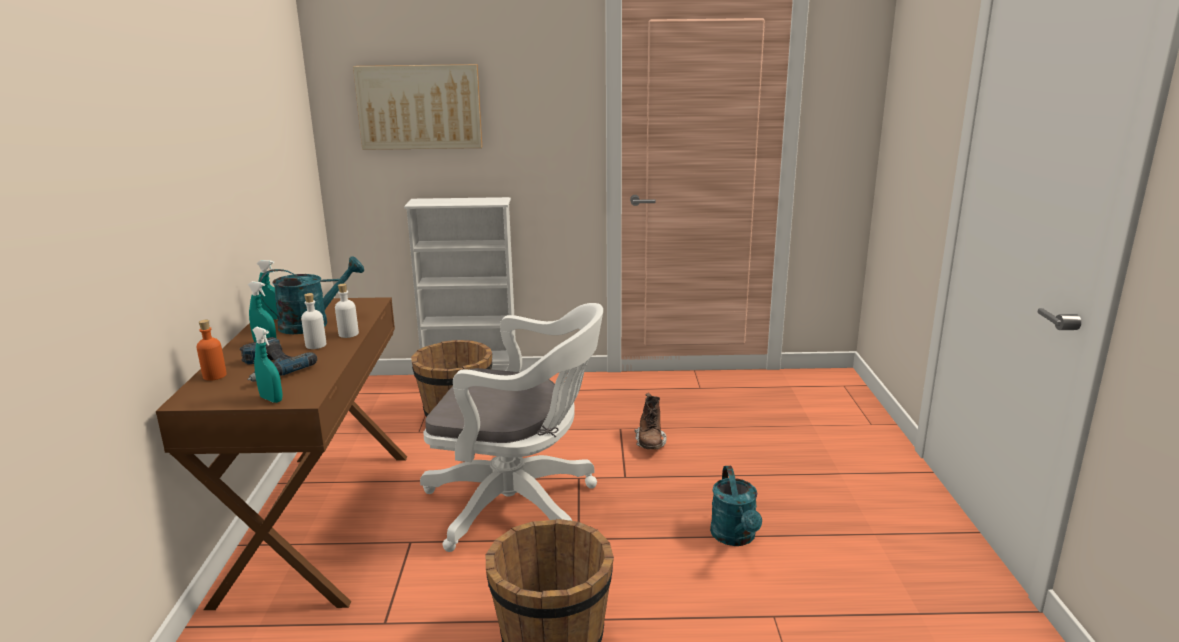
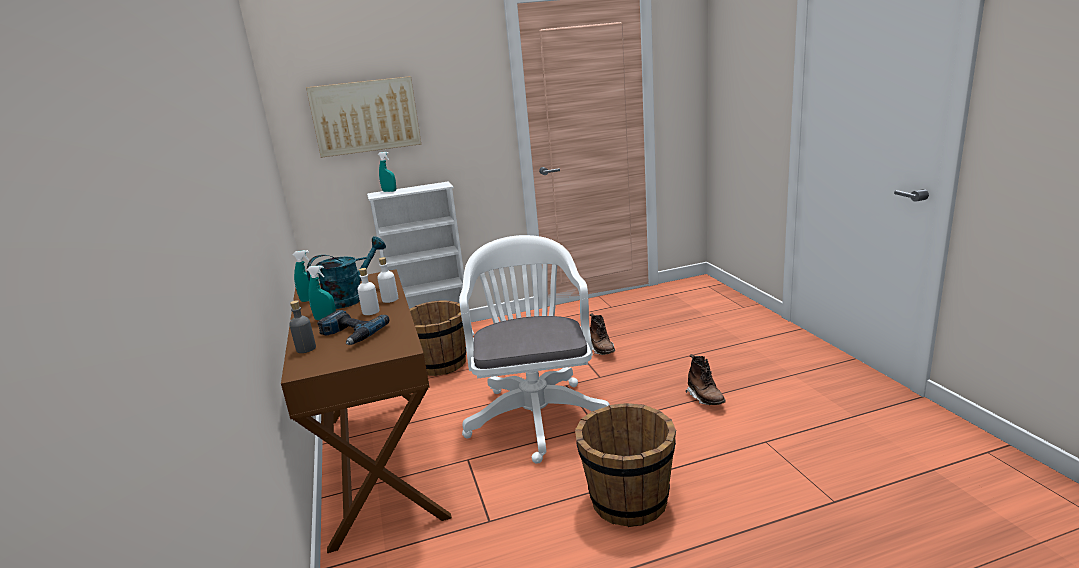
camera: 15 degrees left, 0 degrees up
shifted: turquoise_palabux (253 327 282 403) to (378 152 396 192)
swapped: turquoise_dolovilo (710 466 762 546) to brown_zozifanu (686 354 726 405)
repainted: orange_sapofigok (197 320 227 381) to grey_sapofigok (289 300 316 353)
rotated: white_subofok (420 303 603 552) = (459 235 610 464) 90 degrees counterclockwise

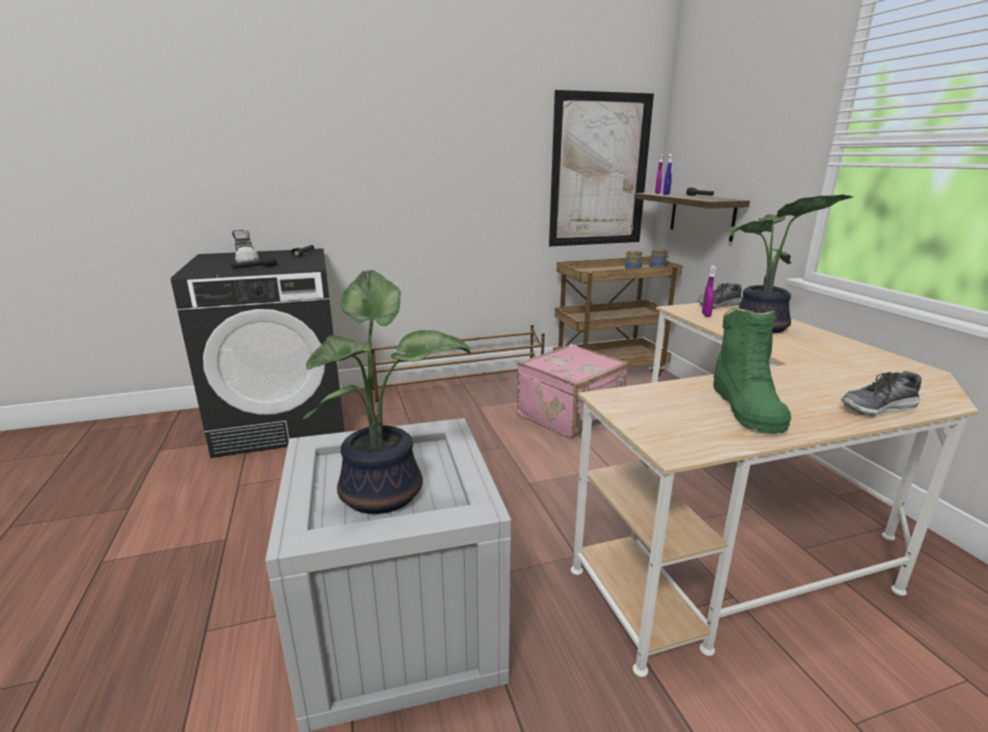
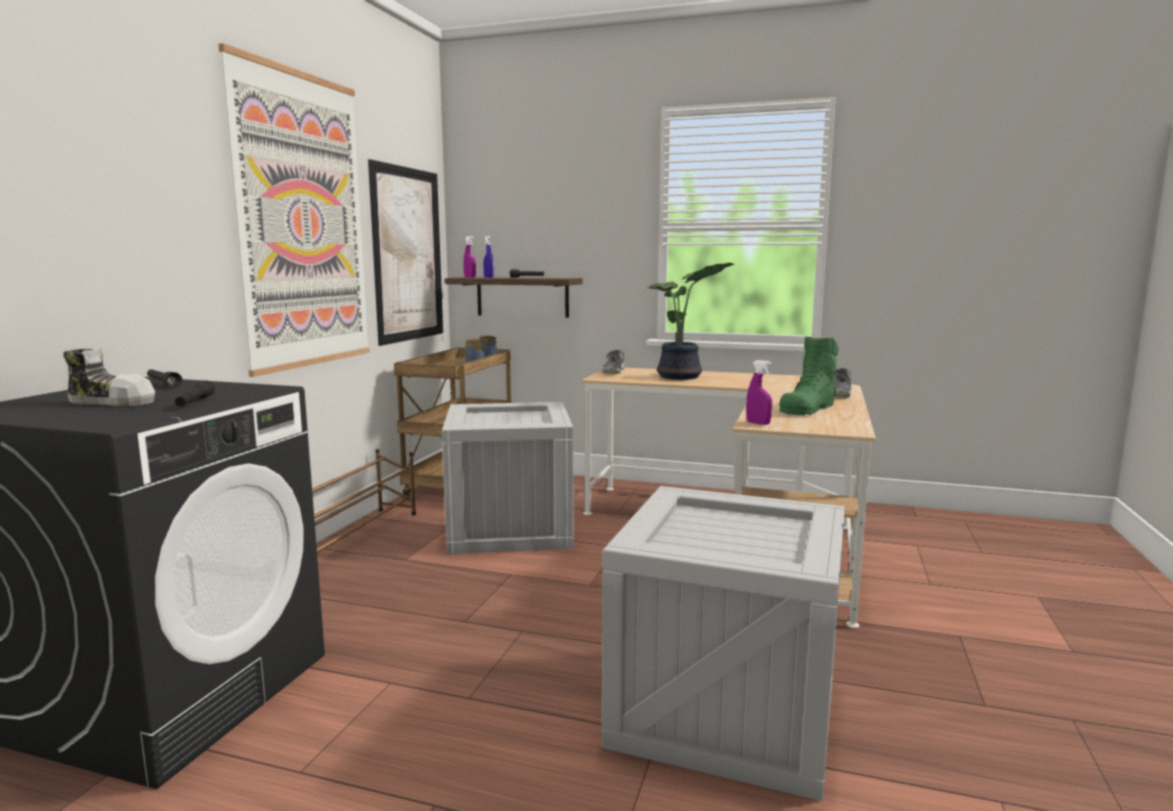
camera: 55 degrees left, 10 degrees down
gone: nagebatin (302 270 471 514)
new: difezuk (219 43 370 377)
shifted: purple_palabux (702 266 716 317) to (746 360 772 425)
swapped: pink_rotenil (517 344 629 438) to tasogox (442 402 574 554)
rotated: green_zozifanu (713 308 791 434) = (779 336 839 415) 90 degrees clockwise

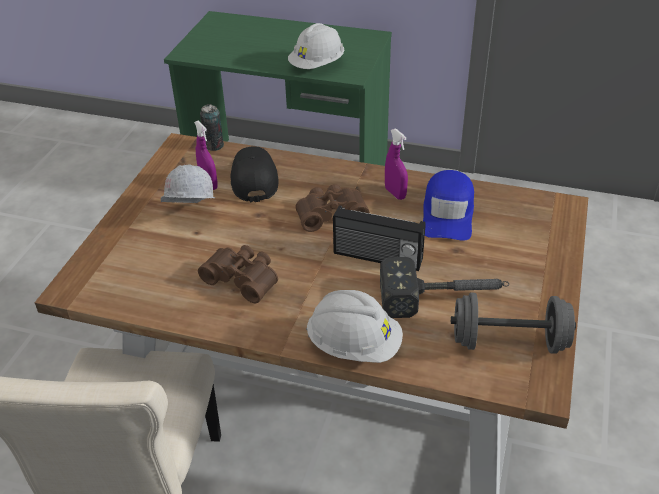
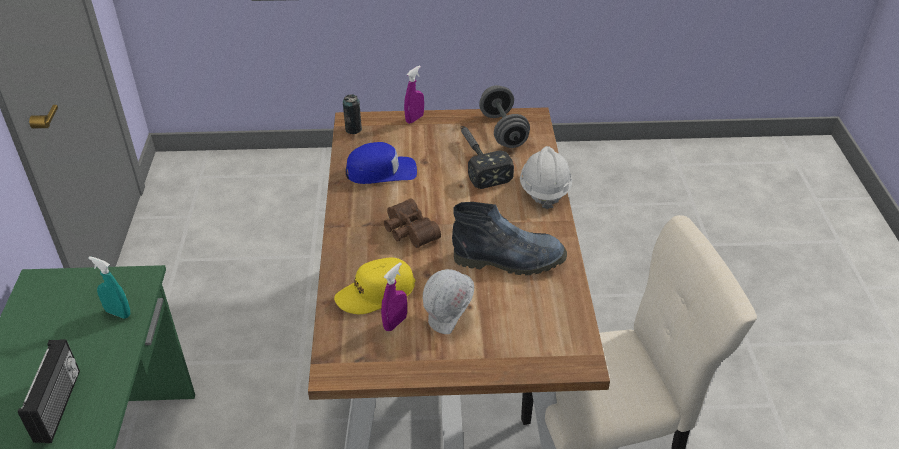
camera: 110 degrees left, 0 degrees up
shifted: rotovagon (200 104 224 151) to (343 94 362 134); purple_palabux (385 128 408 200) to (404 65 424 124); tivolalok (333 205 426 271) to (18 339 80 443)
swapped: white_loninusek (288 23 344 69) to turquoise_palabux (88 256 130 319); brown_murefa (198 245 278 303) to zozifanu (452 202 567 275)
repainted: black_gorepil (231 146 278 203) to yellow_gorepil (334 257 415 314)

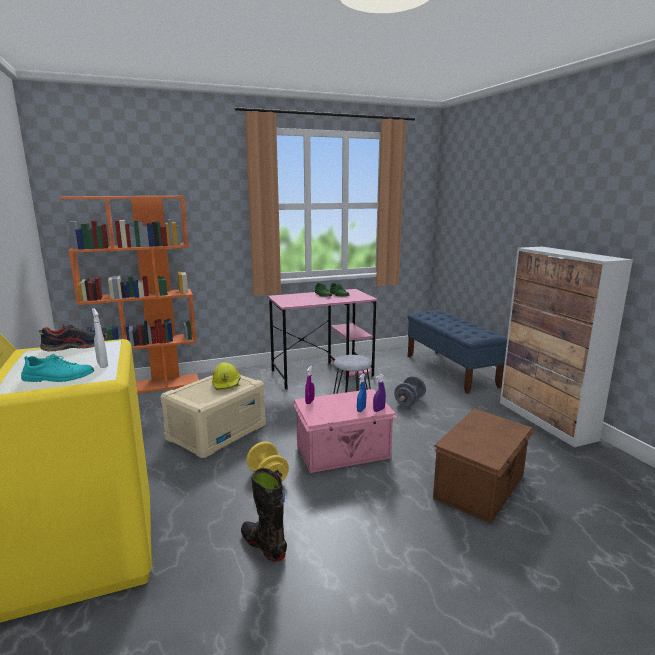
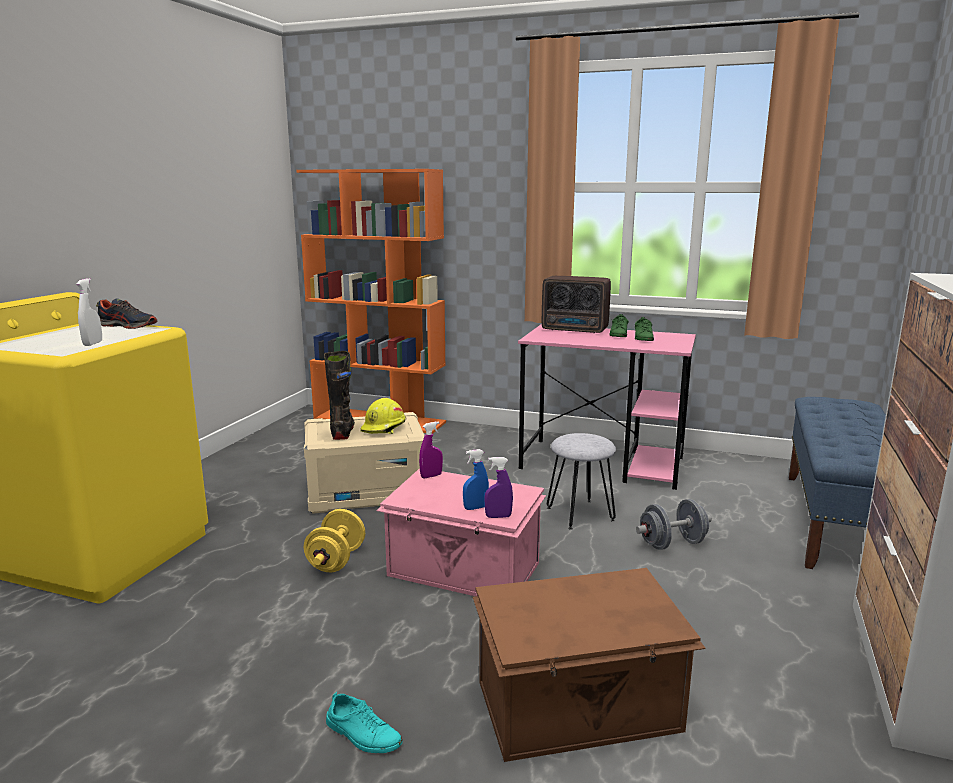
camera: 40 degrees right, 0 degrees up
new: tivolalok (542 276 611 333)
shifted: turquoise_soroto (21 354 94 382) to (326 692 403 753); black_zozifanu (241 468 287 562) to (324 351 355 440)

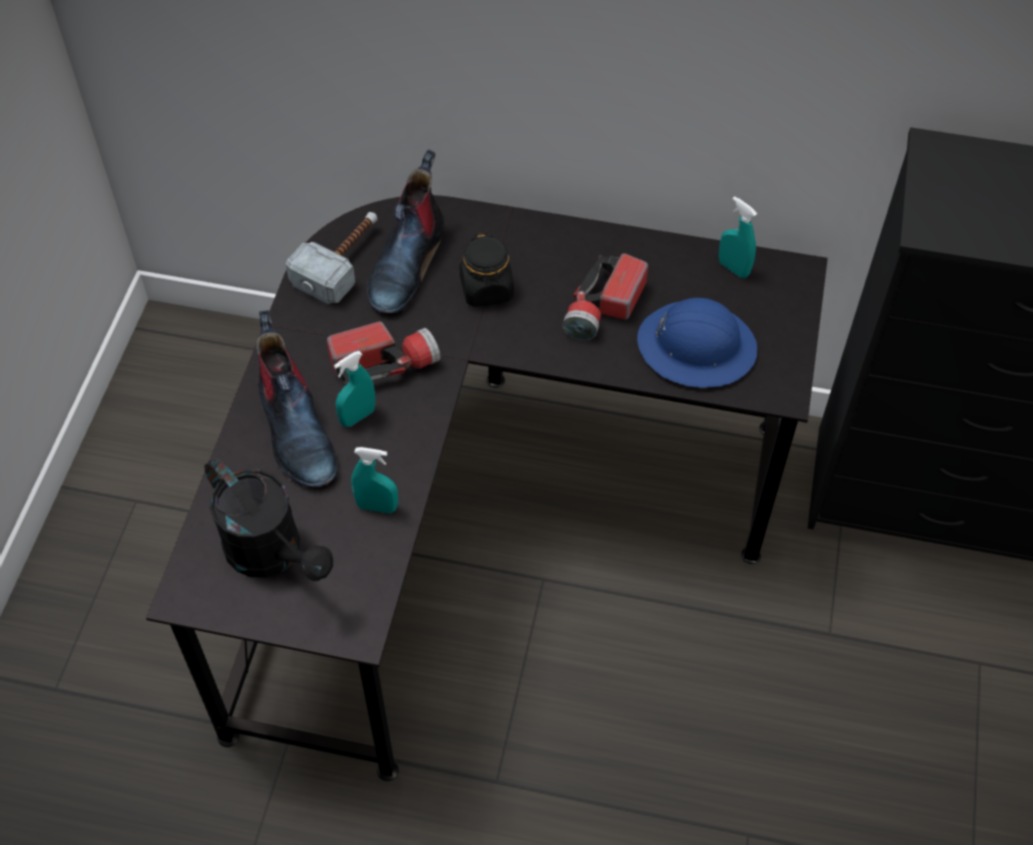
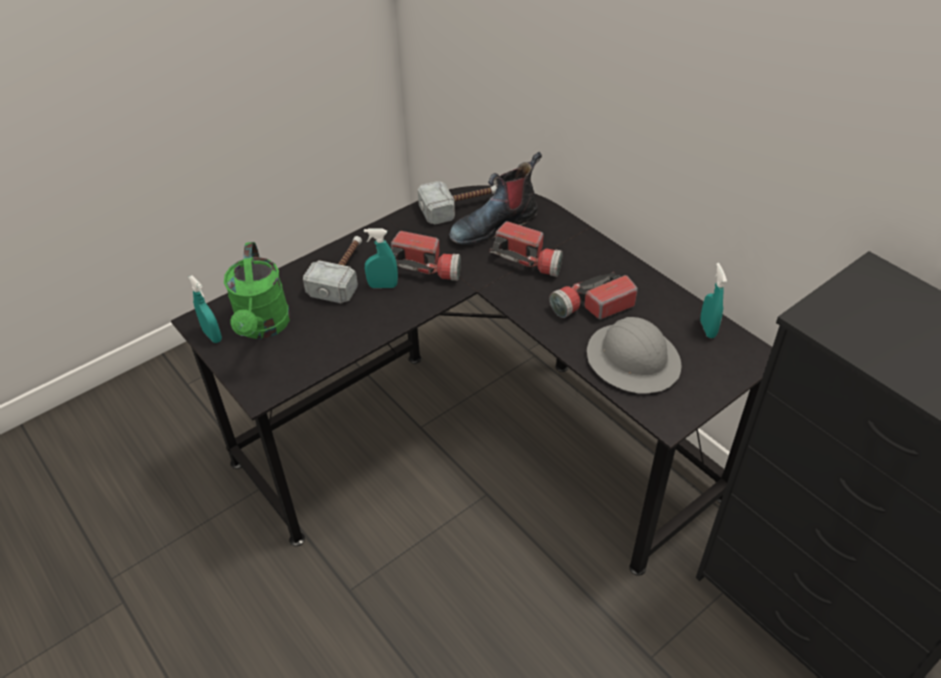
camera: 40 degrees right, 10 degrees down
shifted: turquoise_palabux (351 447 398 513) to (188 275 222 343)
swapped: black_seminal (460 233 514 307) to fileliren (489 221 563 277); zozifanu (256 310 338 488) to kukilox (303 236 362 303)
repainted: blue_loninusek (637 298 757 388) to grey_loninusek (587 317 681 394); black_dolovilo (205 458 333 581) to green_dolovilo (224 242 290 339)

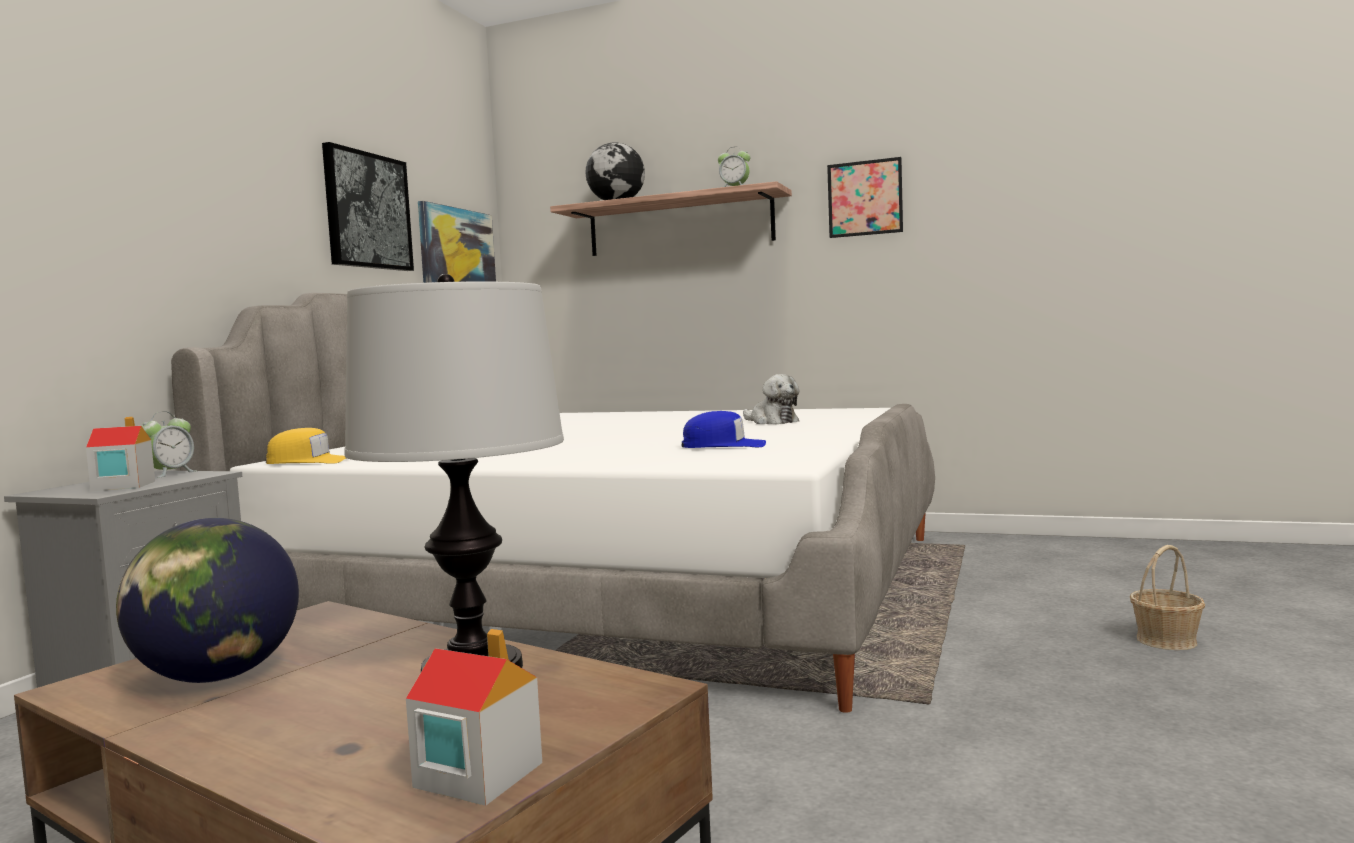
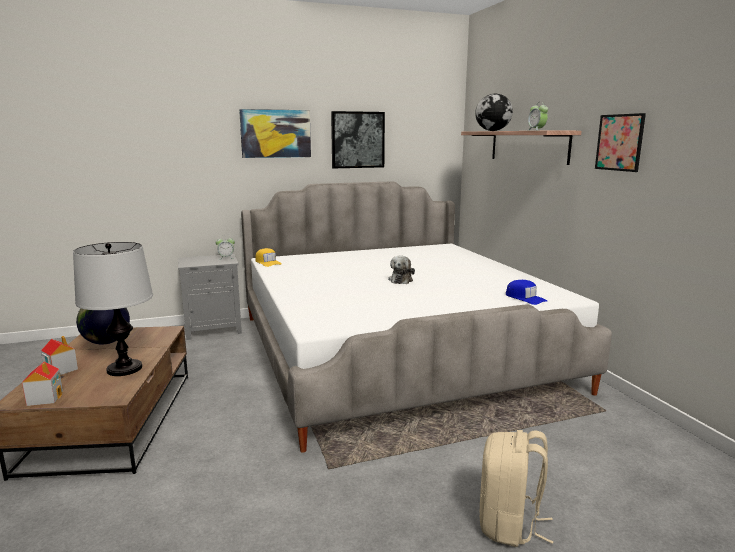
camera: 50 degrees right, 10 degrees up
shifted: difezuk (418 201 496 283) to (239 109 311 158); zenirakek (743 374 800 424) to (388 255 415 284); blue_gorepil (682 411 766 448) to (506 280 547 305); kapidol (86 417 155 491) to (41 336 78 375)
swapped: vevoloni (1130 545 1205 650) to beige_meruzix (479 430 553 547)

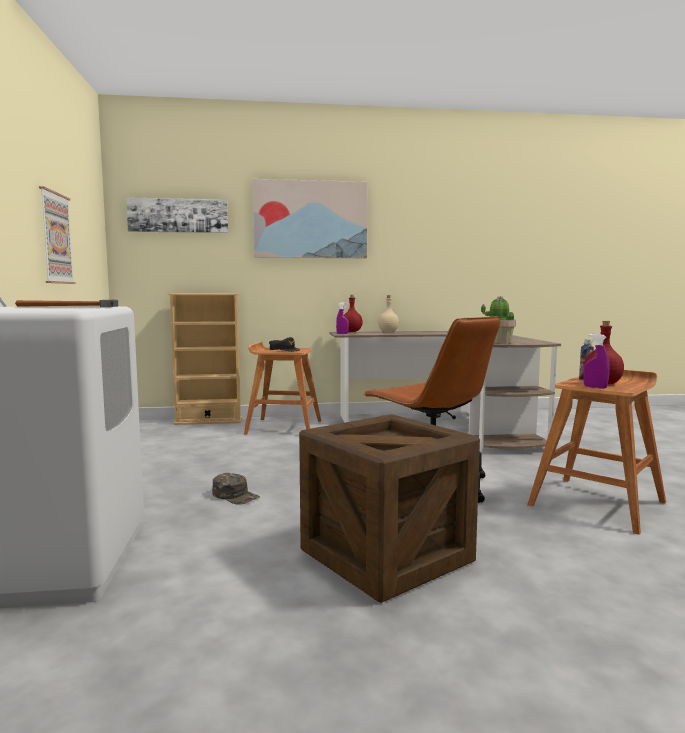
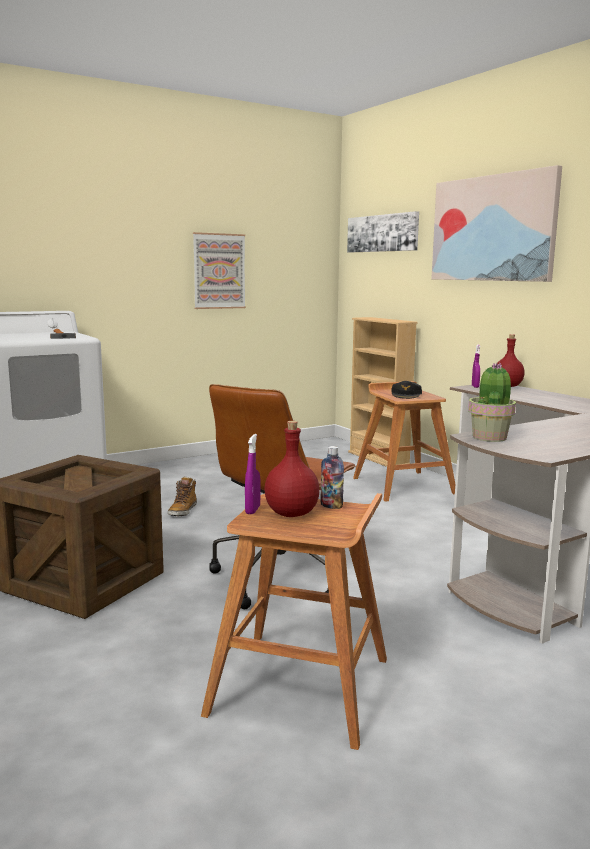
camera: 65 degrees right, 5 degrees up
gone: beige_sapofigok (378 295 399 332)
swapped: green_gorepil (212 473 260 505) to zozifanu (168 476 197 516)

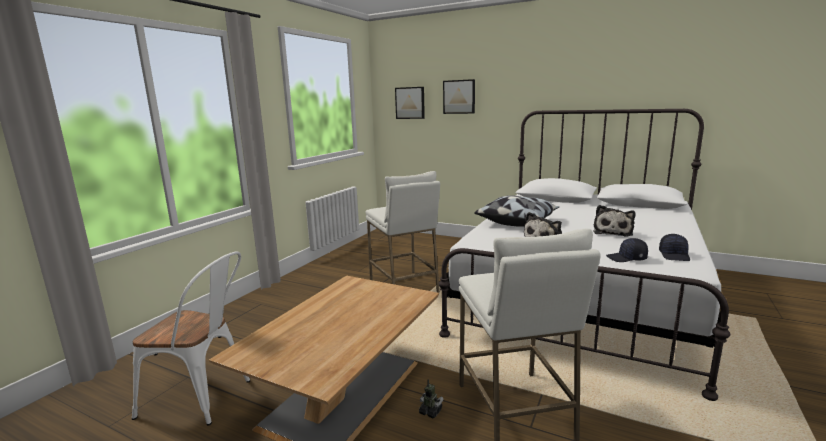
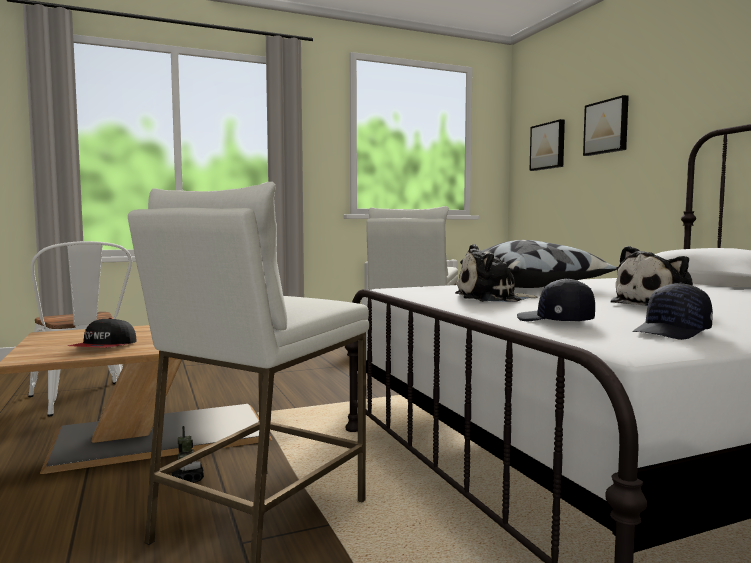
camera: 40 degrees right, 10 degrees down
new: gorepil (68 318 137 347)

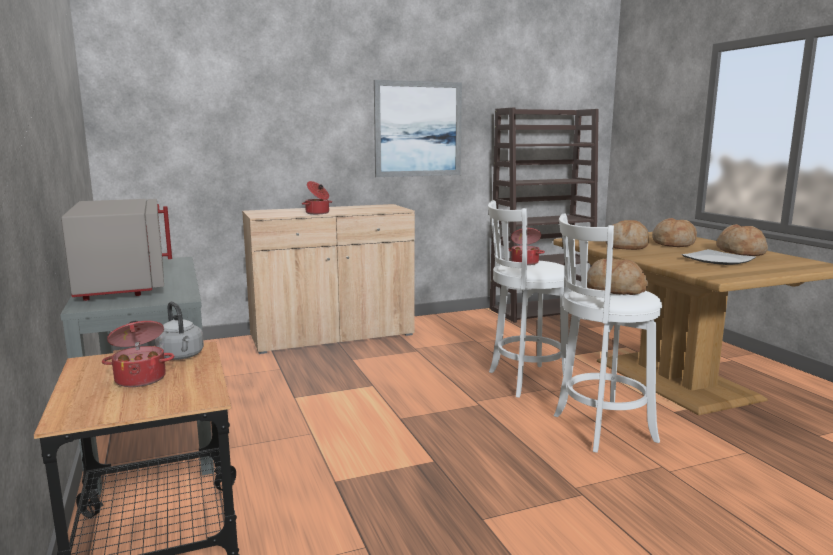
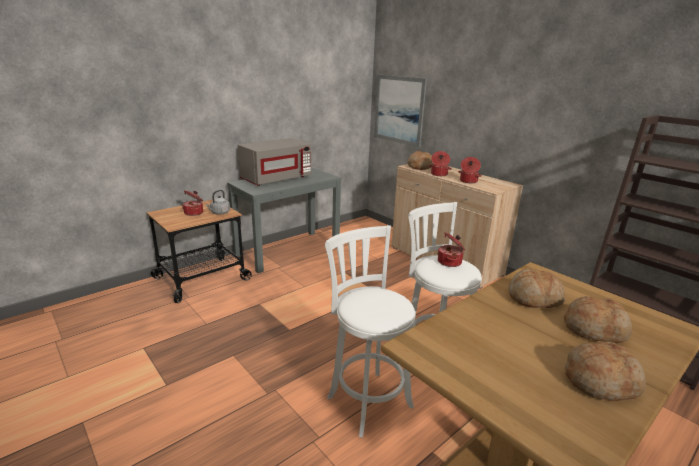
camera: 70 degrees right, 10 degrees up
gone: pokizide (682 249 756 265)
new: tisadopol (458 157 482 183)
shifted: difezuk (374 80 462 177) to (374 74 427 147); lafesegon (587 258 648 295) to (408 151 433 170)

